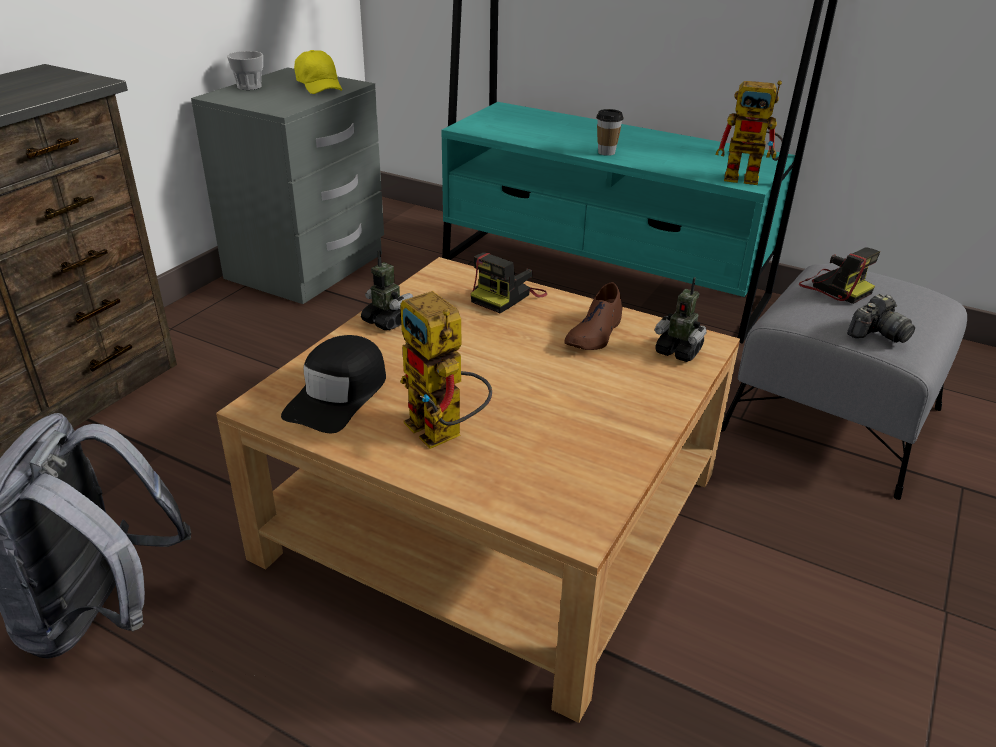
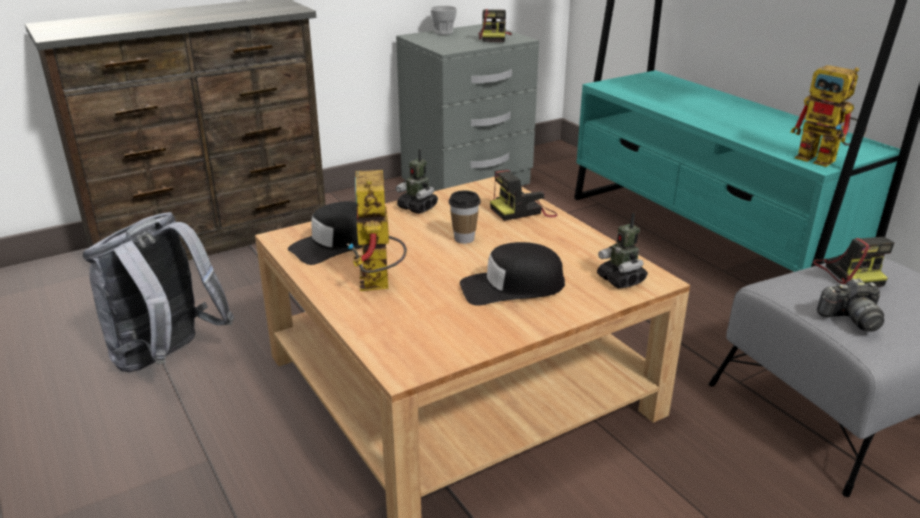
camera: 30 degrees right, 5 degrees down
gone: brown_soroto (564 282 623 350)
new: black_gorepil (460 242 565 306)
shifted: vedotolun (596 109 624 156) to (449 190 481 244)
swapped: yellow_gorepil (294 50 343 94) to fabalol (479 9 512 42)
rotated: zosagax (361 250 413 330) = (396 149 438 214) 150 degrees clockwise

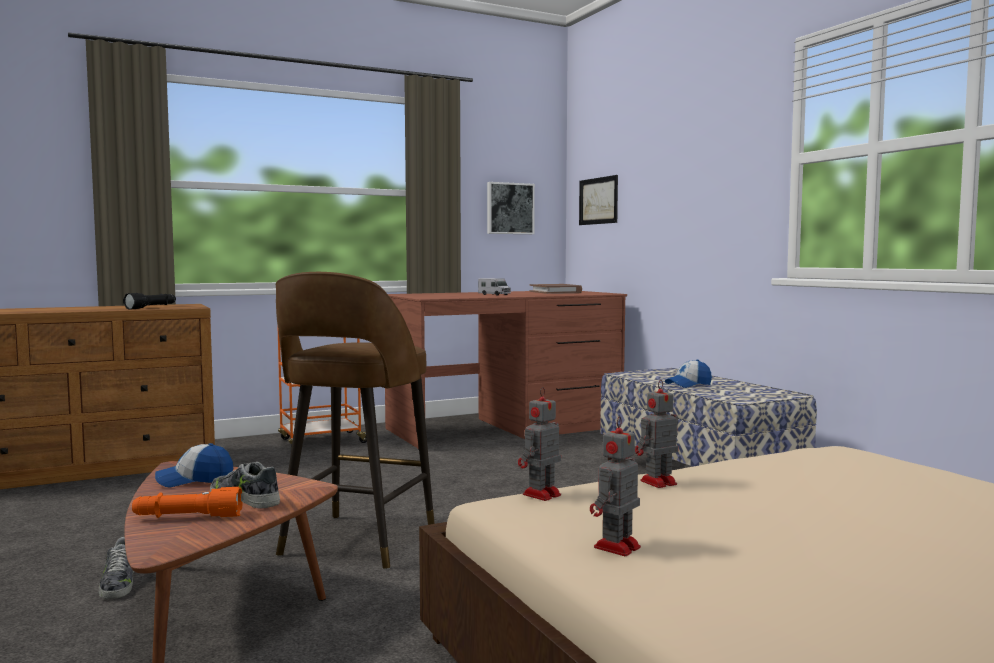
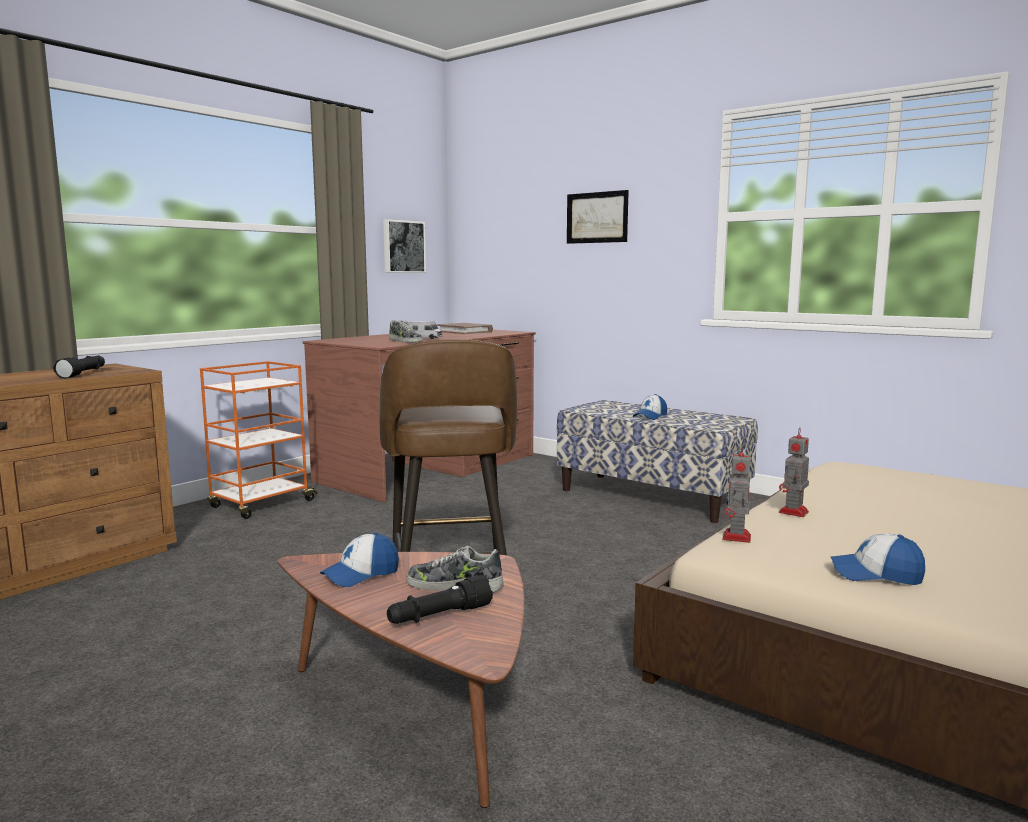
camera: 25 degrees left, 5 degrees up
shifted: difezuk (579 175 618 225) to (567 190 629 244); soroto (99 537 134 599) to (389 320 423 343)
swapped: zosagax (590 416 641 556) to gorepil (831 534 925 585)
repainted: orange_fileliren (132 487 243 518) to black_fileliren (387 575 493 624)

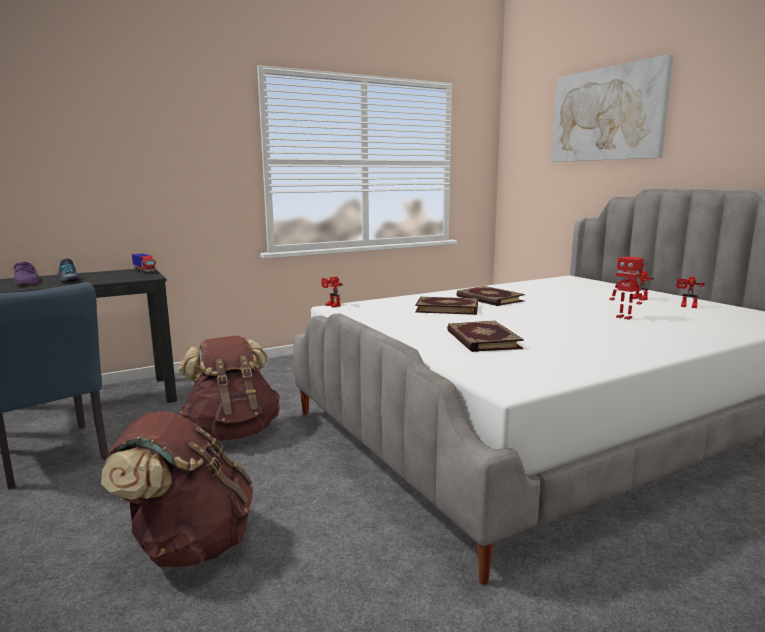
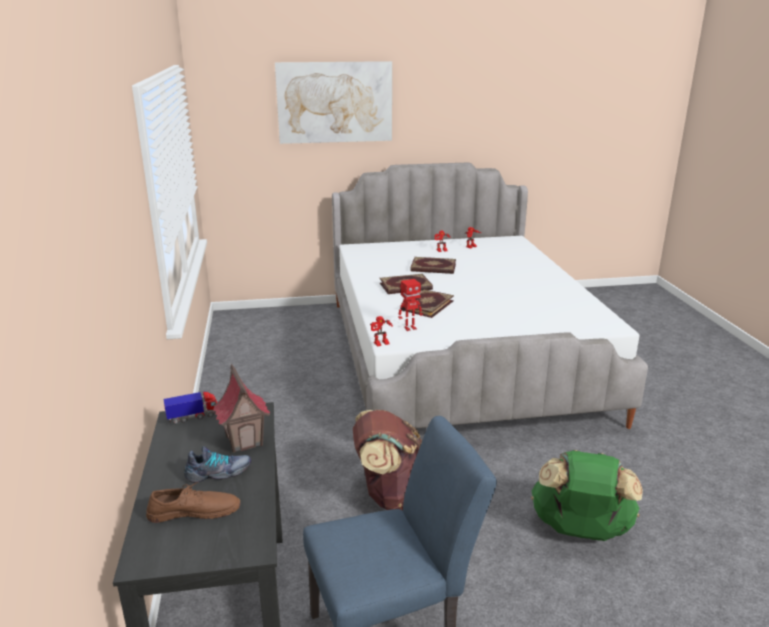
camera: 70 degrees left, 10 degrees up
new: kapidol (213 364 270 453)
shifted: zosagax (609 256 644 320) to (398 279 423 331); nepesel (447 321 524 352) to (411 257 456 274)
repainted: purple_soroto (13 262 40 286) to brown_soroto (146 482 240 523); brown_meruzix (101 411 253 567) to green_meruzix (531 450 643 541)

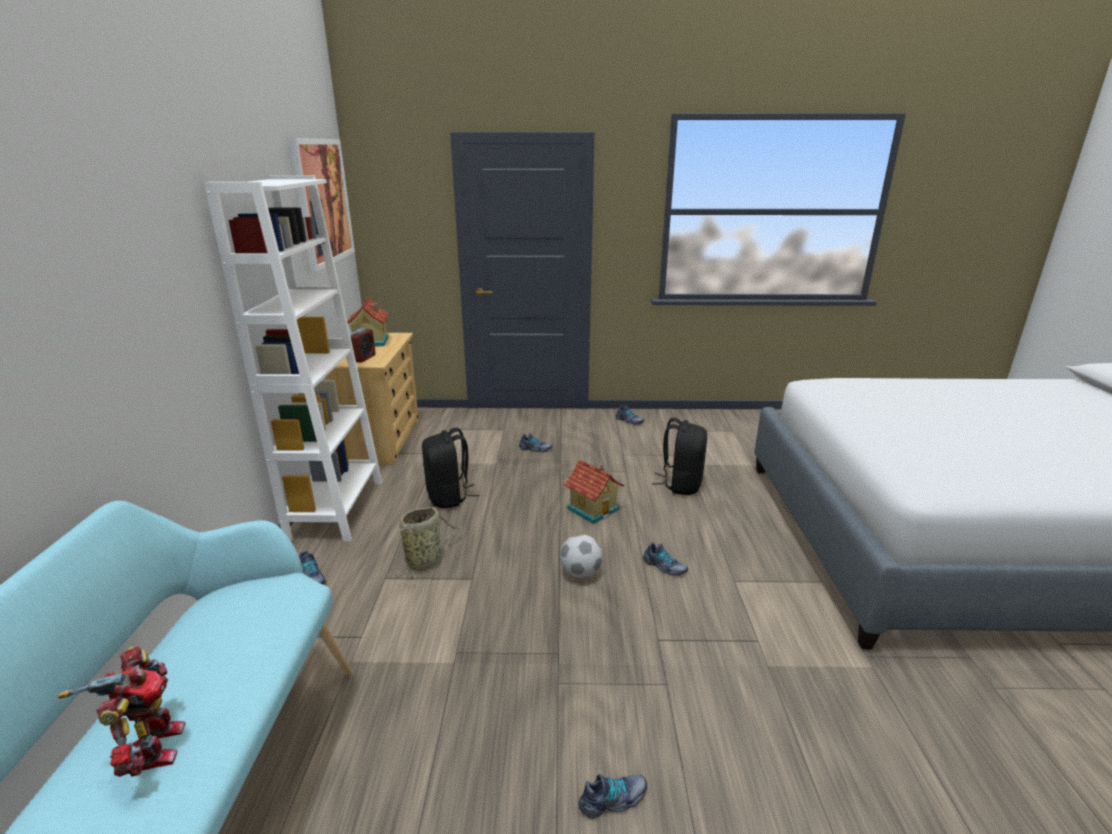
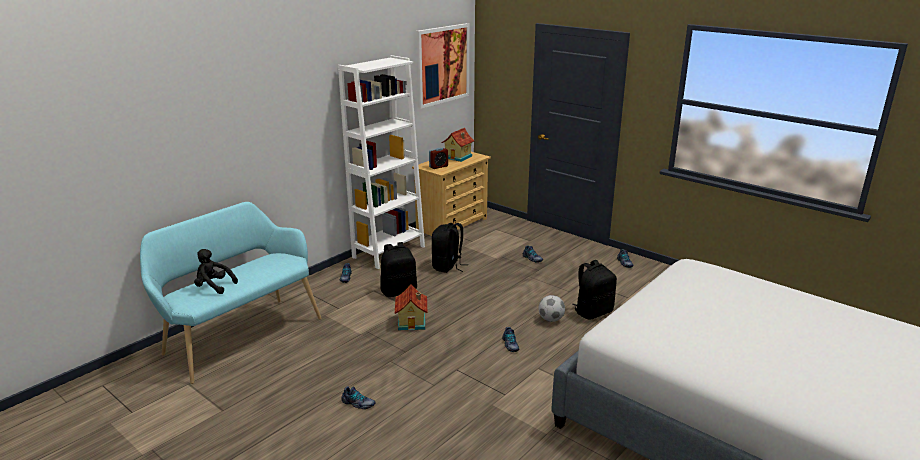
camera: 40 degrees right, 0 degrees up
shifted: kapidol (563 459 624 524) to (395 284 427 331); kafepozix (560 534 603 578) to (538 295 565 322)
swapped: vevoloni (393 507 462 581) to black_meruzix (380 242 417 297); zosagax (57 646 186 777) to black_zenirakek (194 249 238 294)

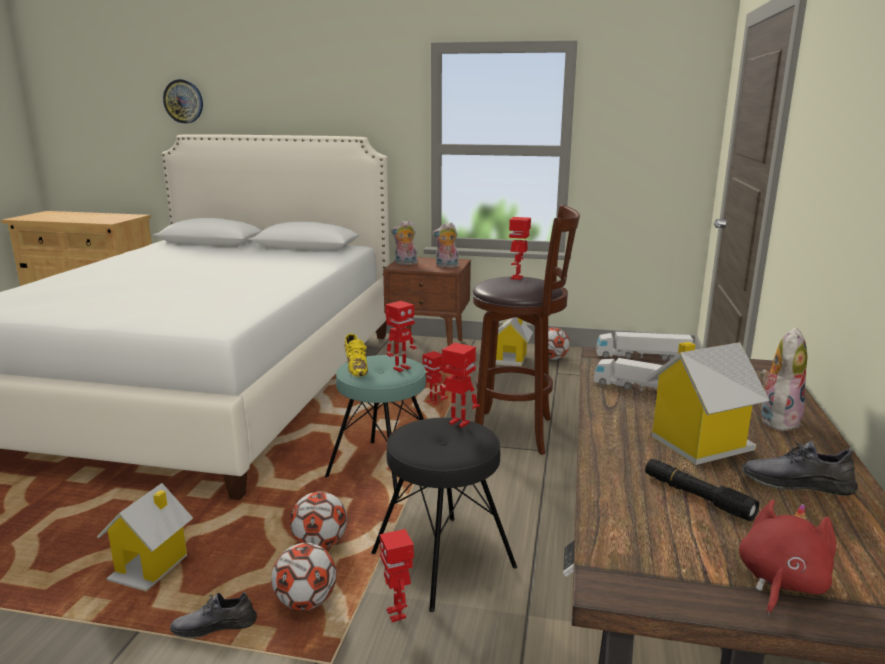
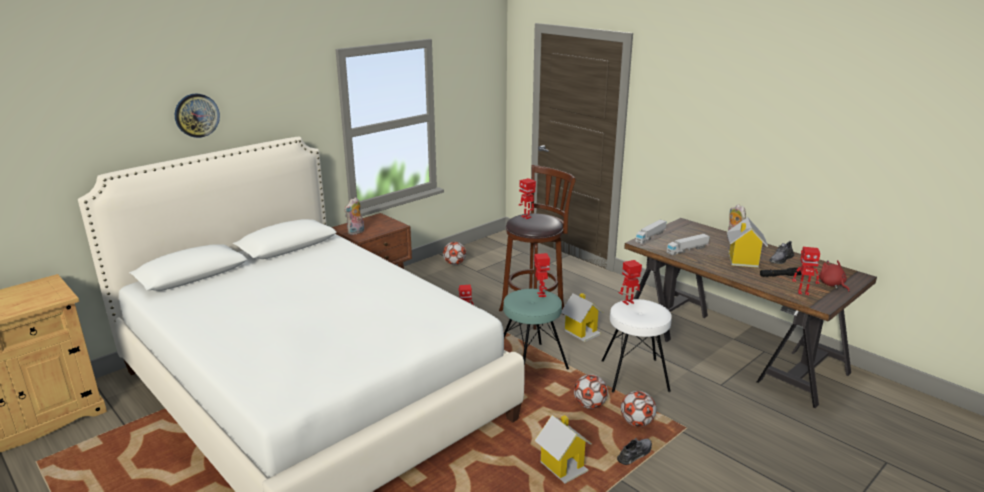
camera: 55 degrees left, 5 degrees up
gone: zenirakek (432 222 459 268); yellow_soroto (344 334 368 377)
shifted: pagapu (163 79 203 123) to (175 93 220 138); kapidol (496 317 533 366) to (562 293 603 342); zosagax (380 529 414 622) to (792 247 820 295)
repainted: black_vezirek (371 418 517 612) to white_vezirek (601 299 672 392)
rotated: grey_soroto (170 591 257 639) = (617 438 652 465) 150 degrees counterclockwise

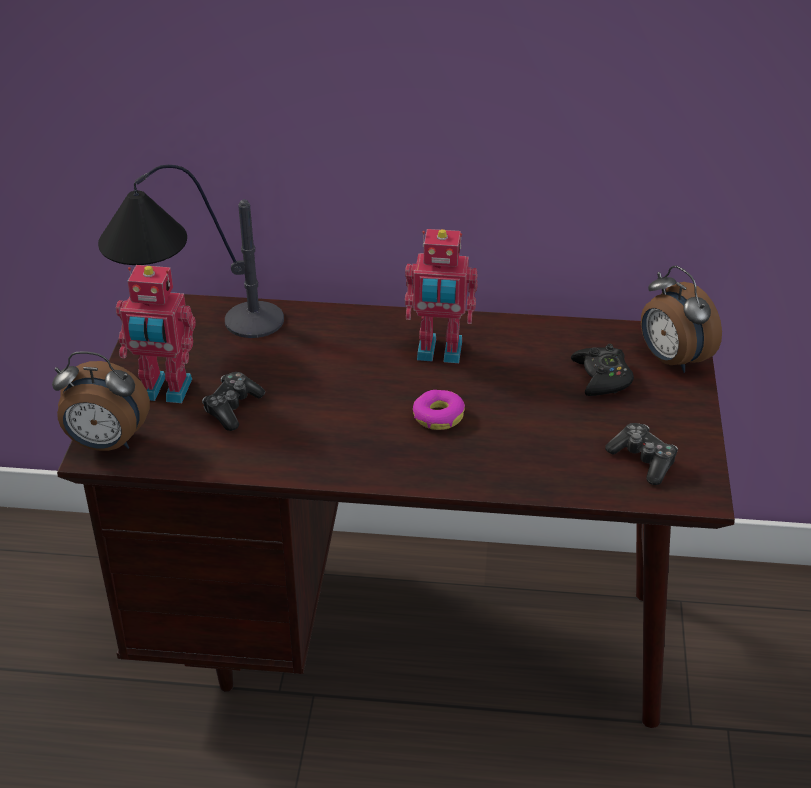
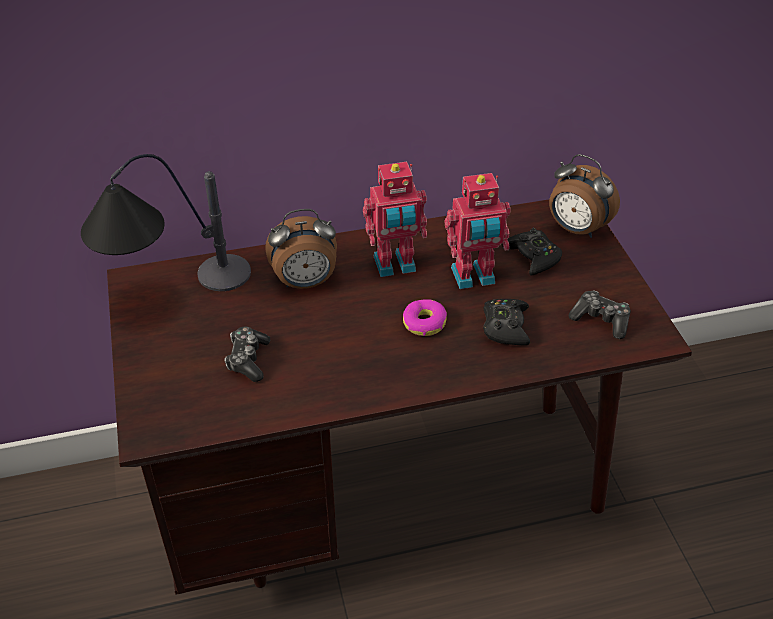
camera: 20 degrees left, 5 degrees up
new: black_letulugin (483 299 530 346)
shifted: zosagax (116 265 196 403) to (445 173 511 289); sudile (52 351 150 451) to (265 209 337 289)

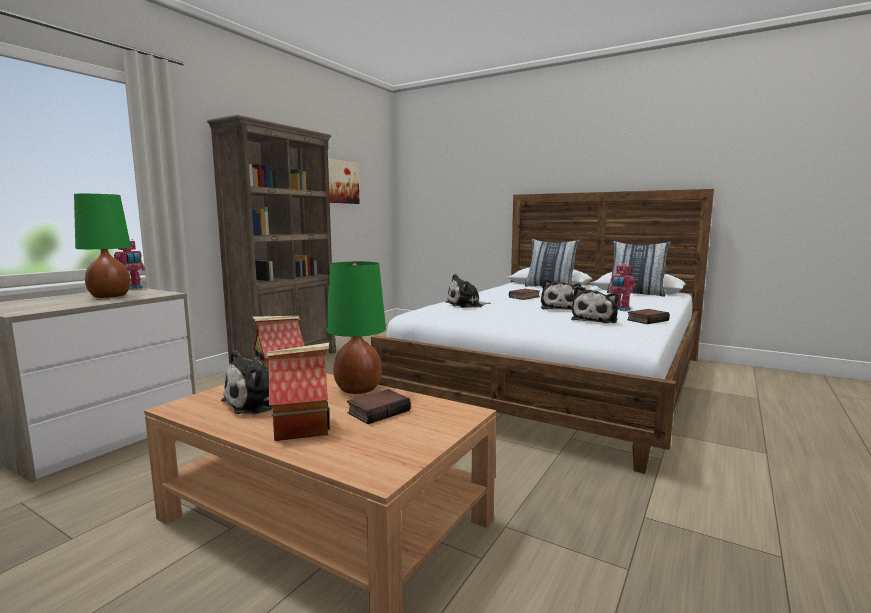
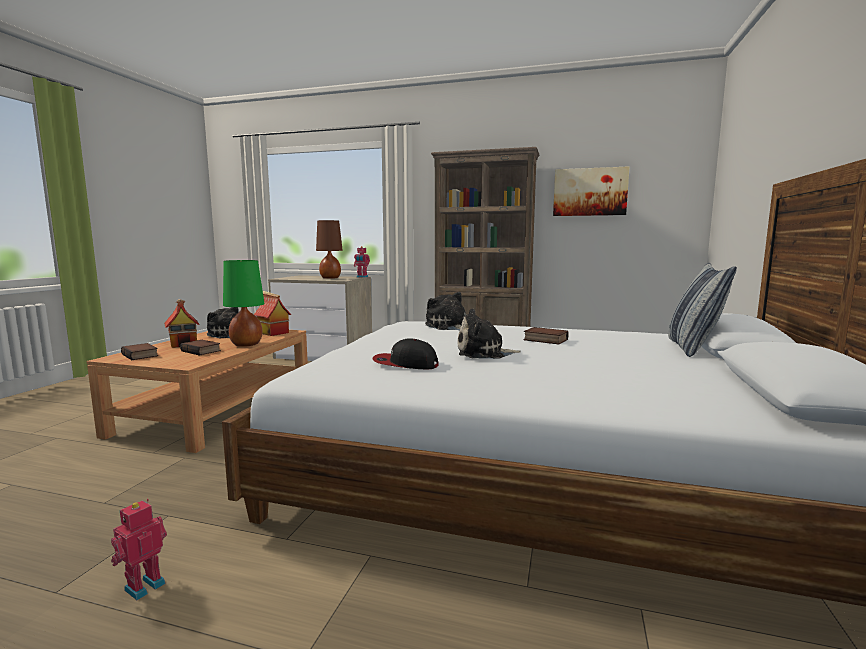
camera: 75 degrees right, 0 degrees up
gone: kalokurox (607 241 671 297)
shifted: zosagax (609 263 636 311) to (111 499 167 600); nepesel (627 309 670 324) to (121 343 158 360)
swapped: zenirakek (571 286 619 324) to gorepil (372 338 438 369)
repainted: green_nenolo (74 194 131 298) to brown_nenolo (316 220 343 279)

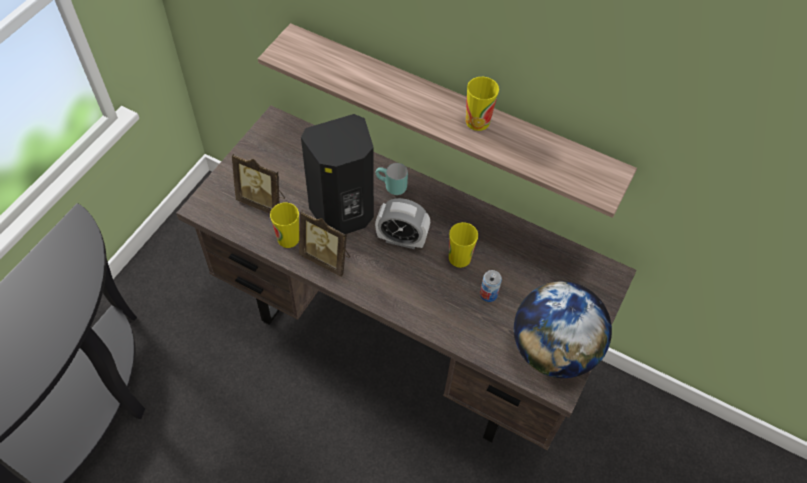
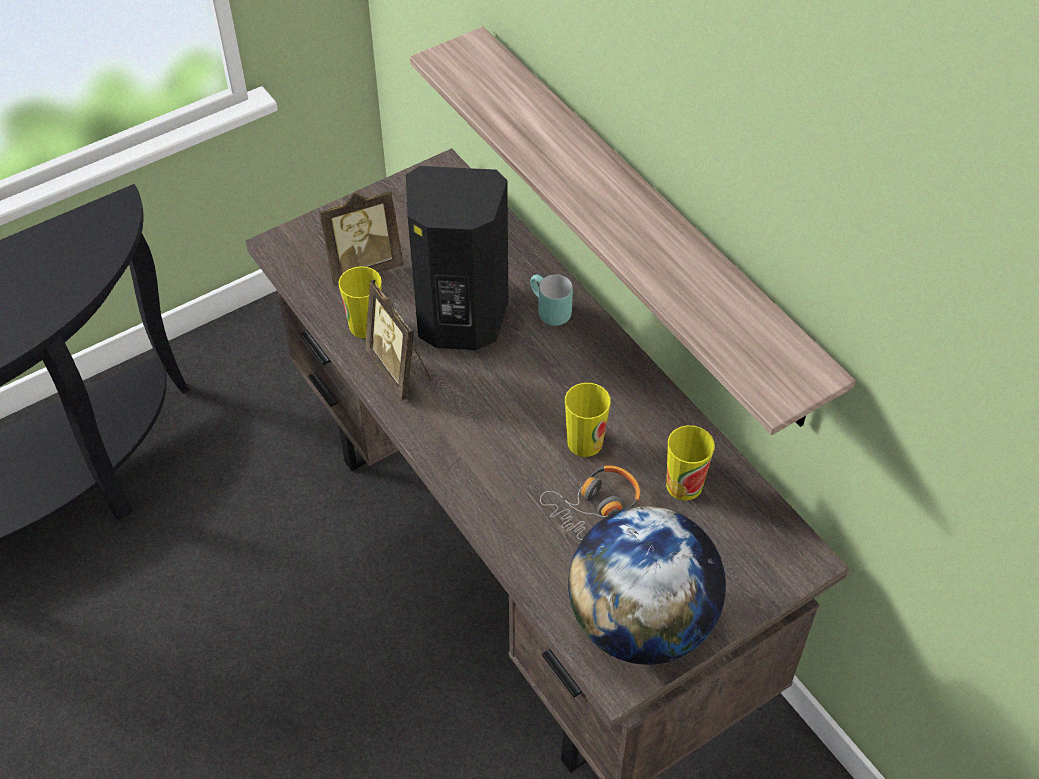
camera: 30 degrees right, 5 degrees down
gone: sudile (375 198 430 249)
shifted: vedotolun (466 77 499 131) to (666 425 715 501)
swapped: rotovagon (480 270 502 302) to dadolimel (540 465 640 540)
rotated: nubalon (232 154 285 214) = (318 189 403 286) 75 degrees counterclockwise

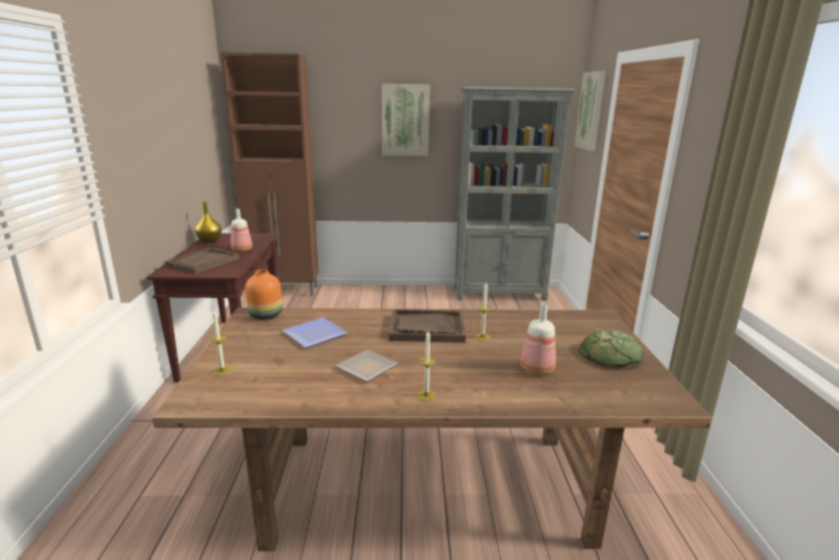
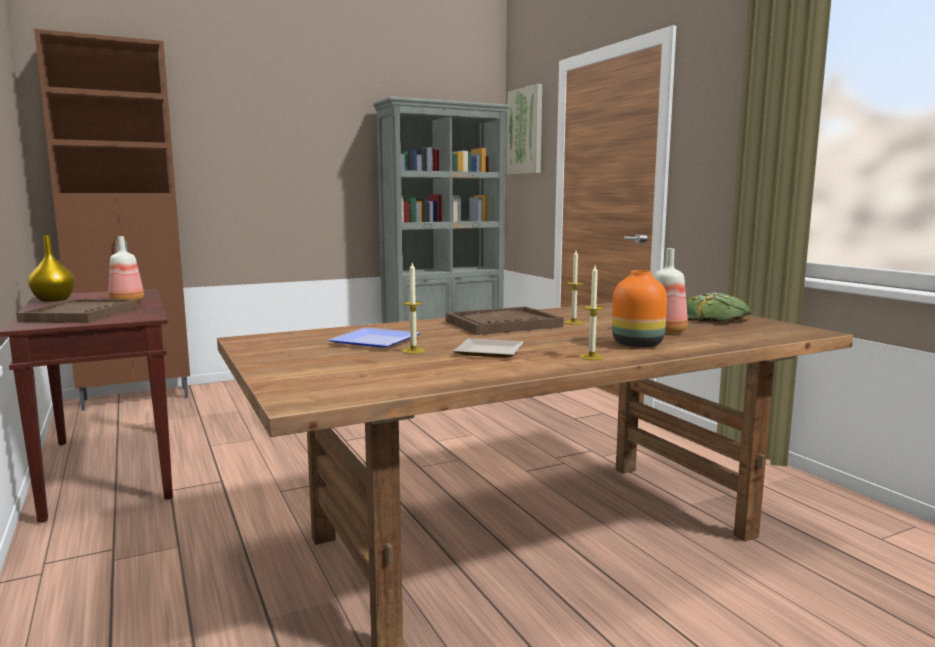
camera: 25 degrees left, 10 degrees down
gone: difezuk (382 84 430 156)
shifted: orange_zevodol (245 269 282 320) to (612 270 667 347); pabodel (210 310 232 376) to (402 263 426 354)

